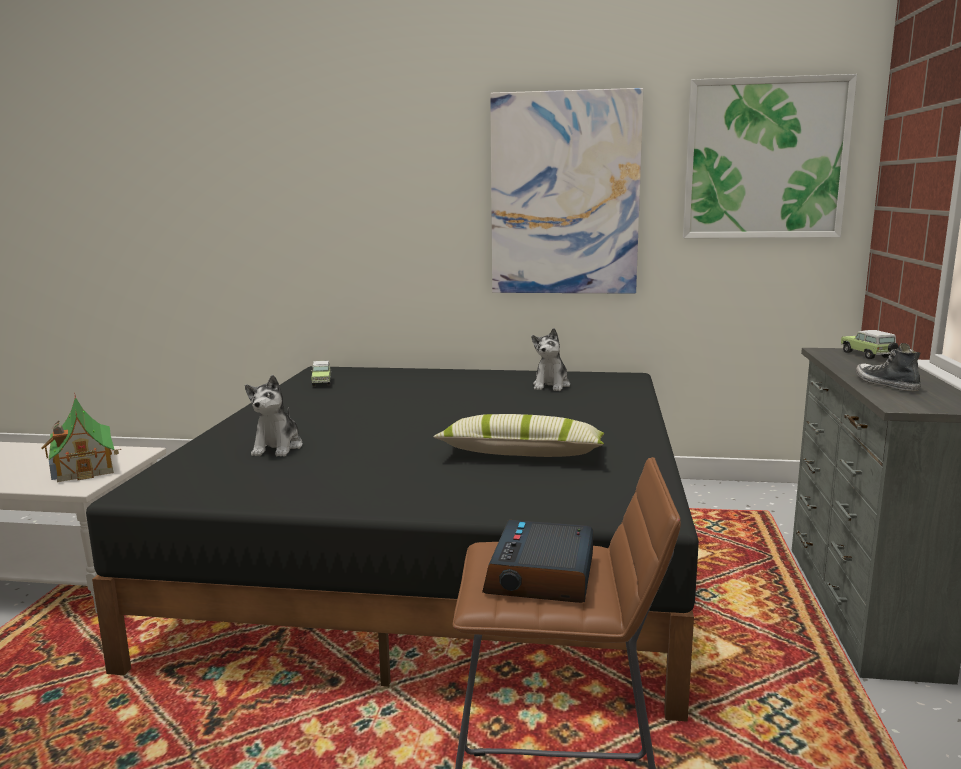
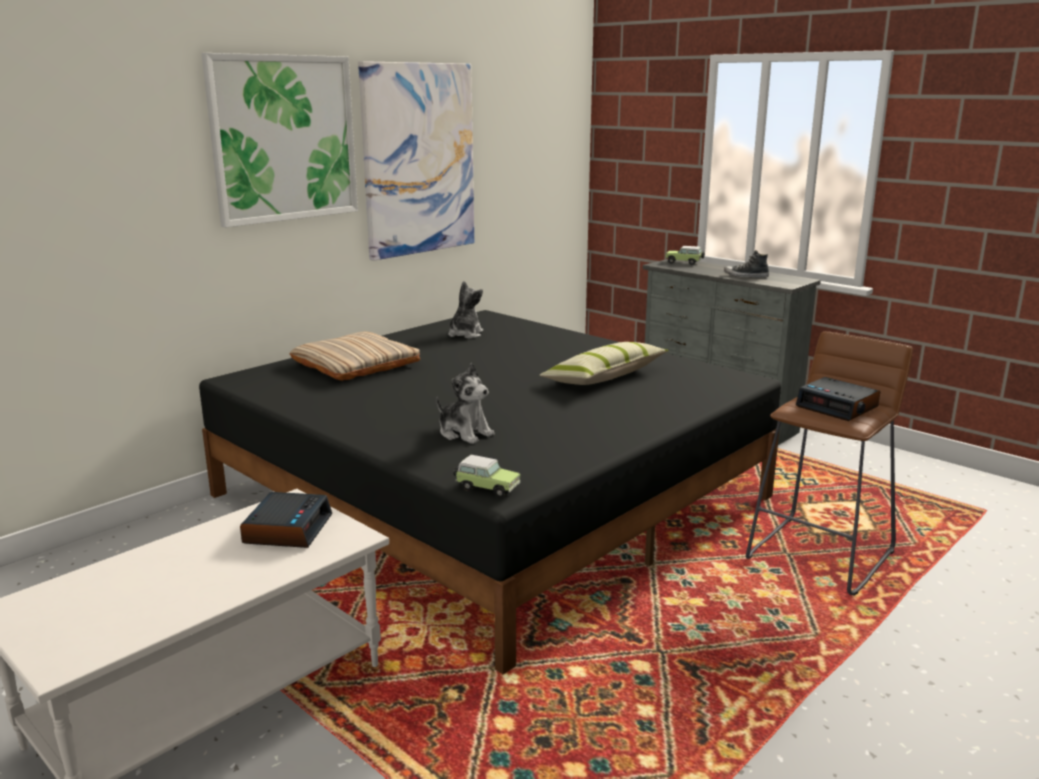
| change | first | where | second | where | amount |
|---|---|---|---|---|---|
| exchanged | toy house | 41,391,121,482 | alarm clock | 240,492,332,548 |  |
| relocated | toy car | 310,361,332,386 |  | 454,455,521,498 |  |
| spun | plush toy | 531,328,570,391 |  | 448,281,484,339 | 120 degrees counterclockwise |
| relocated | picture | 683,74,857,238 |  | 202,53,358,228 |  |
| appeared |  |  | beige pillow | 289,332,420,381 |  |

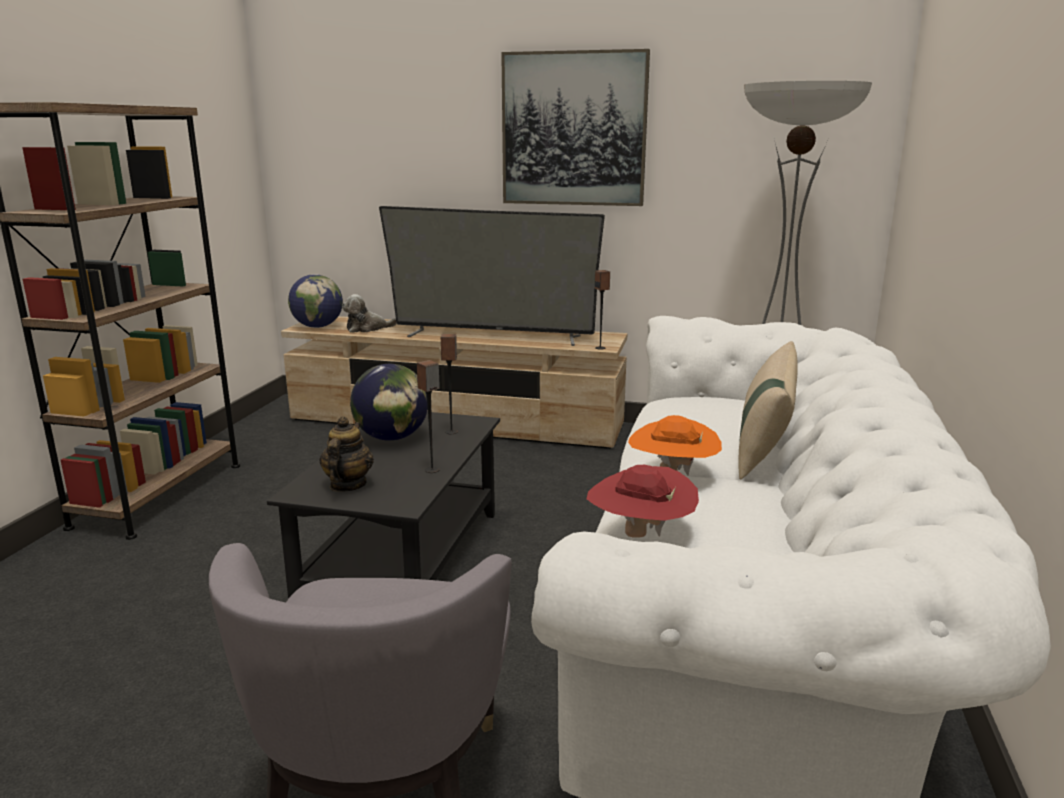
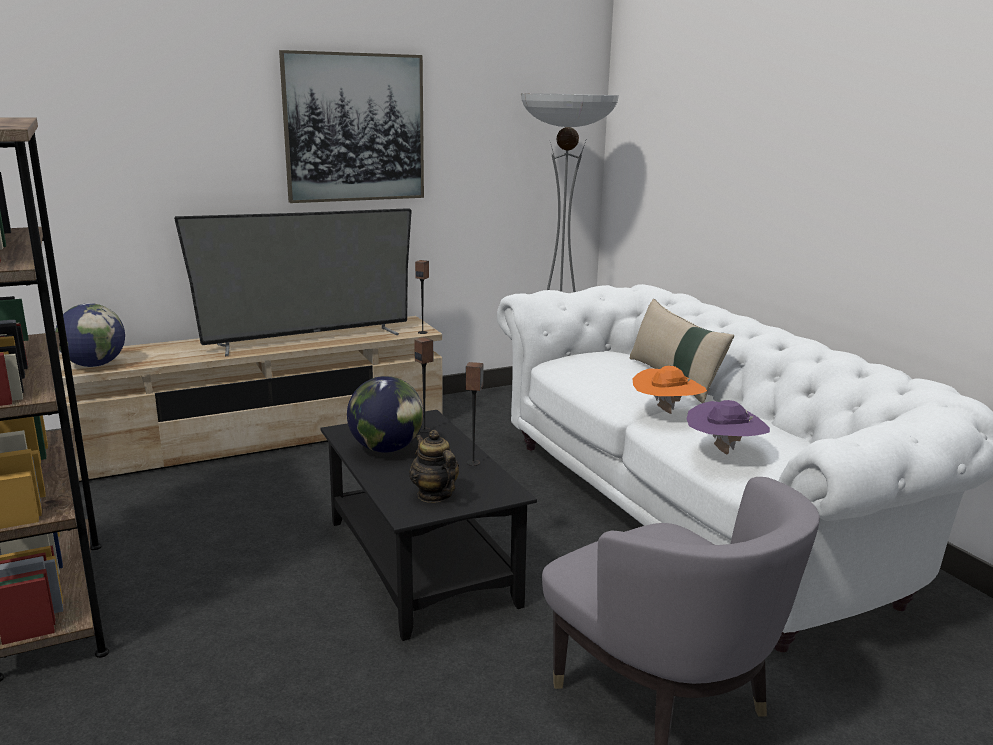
| change | first | where | second | where | amount |
|---|---|---|---|---|---|
| missing | plush toy | 342,294,396,333 |  |  |  |
| colour | red hat | 587,465,699,537 | purple hat | 687,400,770,454 |  |

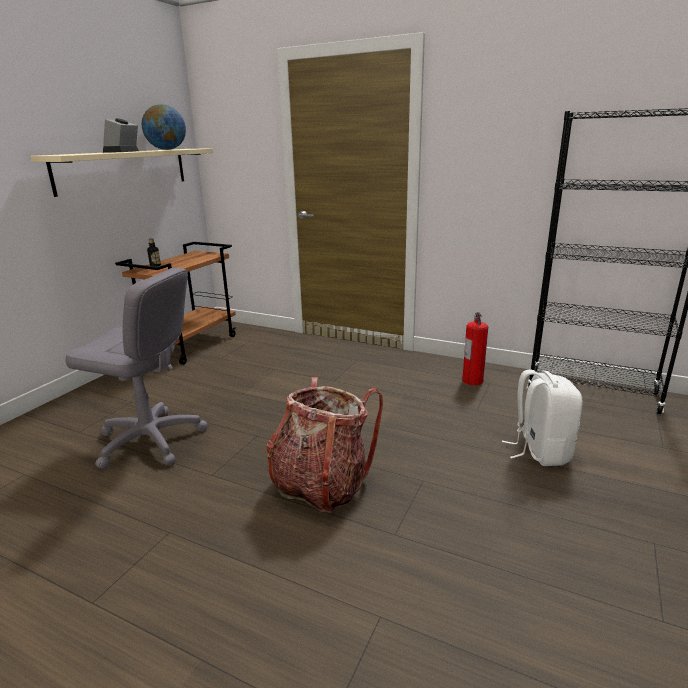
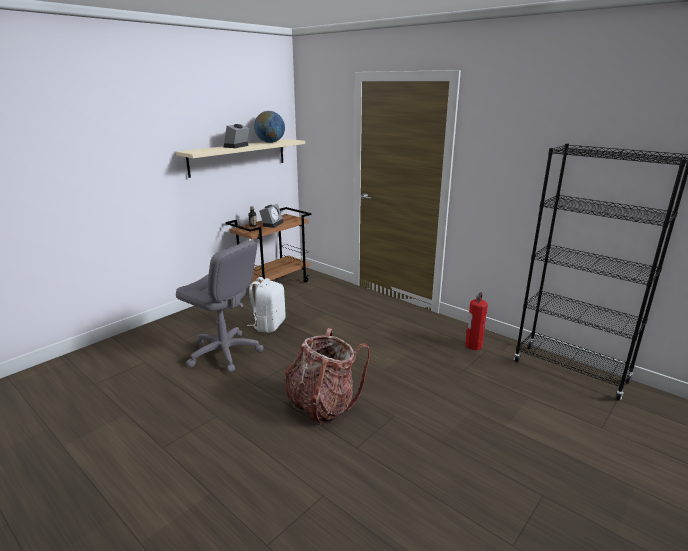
| change | first | where | second | where | amount |
|---|---|---|---|---|---|
| relocated | white backpack | 502,370,583,466 |  | 247,277,286,333 |  |
| appeared |  |  | alarm clock | 259,204,284,228 |  |

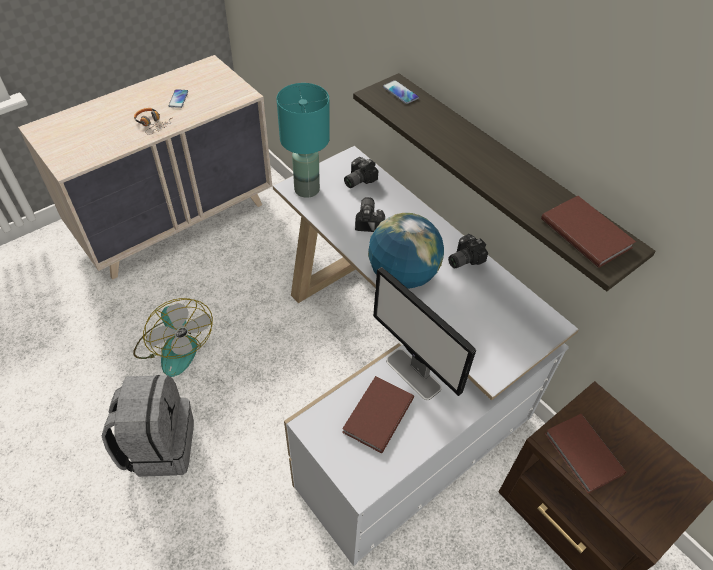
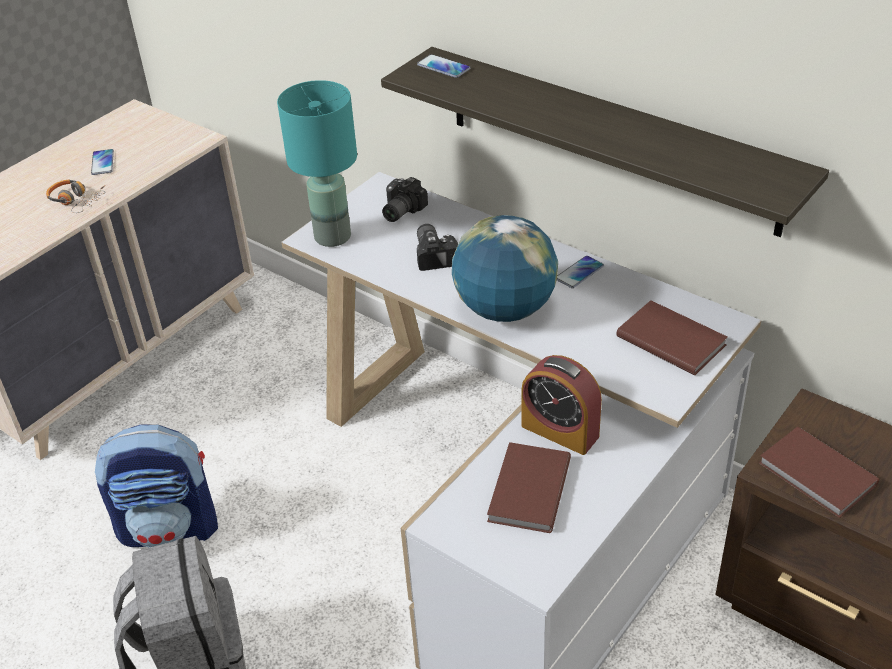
| change | first | where | second | where | amount |
|---|---|---|---|---|---|
| exchanged | fan | 133,298,213,377 | backpack | 95,424,218,548 |  |
| exchanged | monitor | 373,267,476,400 | alarm clock | 522,355,602,455 |  |
| exchanged | photo camera | 448,234,488,268 | phone | 557,256,604,288 |  |
| relocated | brown book | 541,196,636,268 |  | 616,300,728,375 |  |

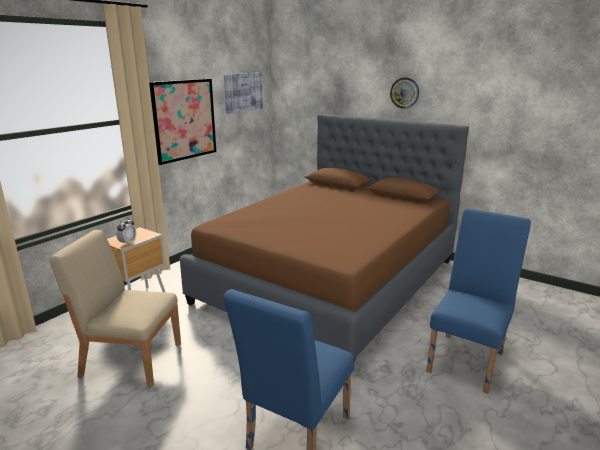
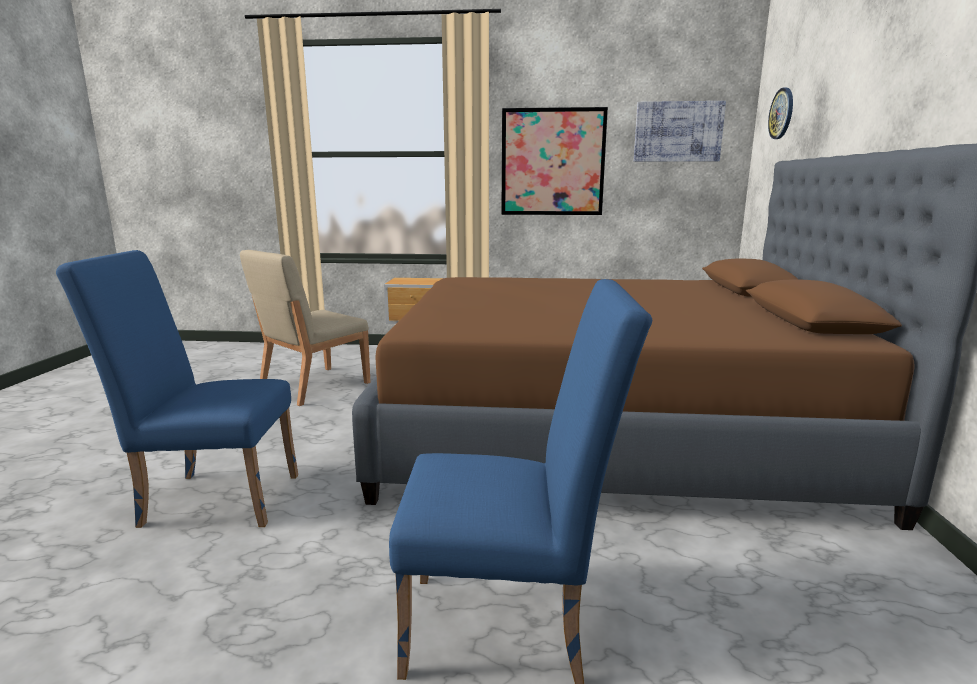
| change | first | where | second | where | amount |
|---|---|---|---|---|---|
| spun | beige chair | 50,230,181,387 |  | 240,250,370,406 | 120 degrees counterclockwise |
| missing | alarm clock | 116,218,136,244 |  |  |  |
| relocated | wall clock | 390,77,419,108 |  | 768,88,793,139 |  |

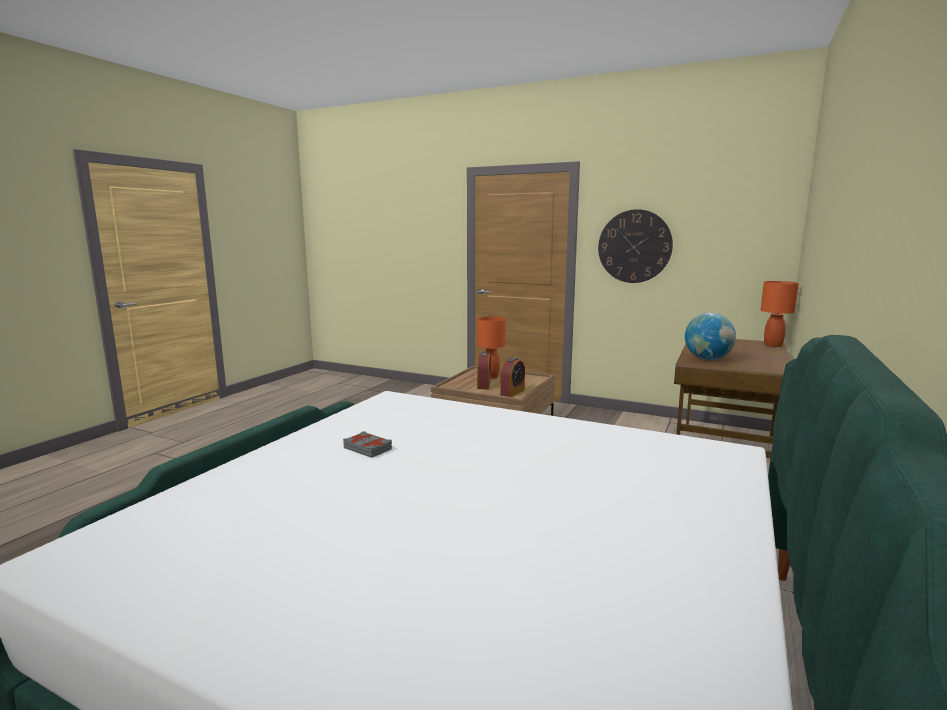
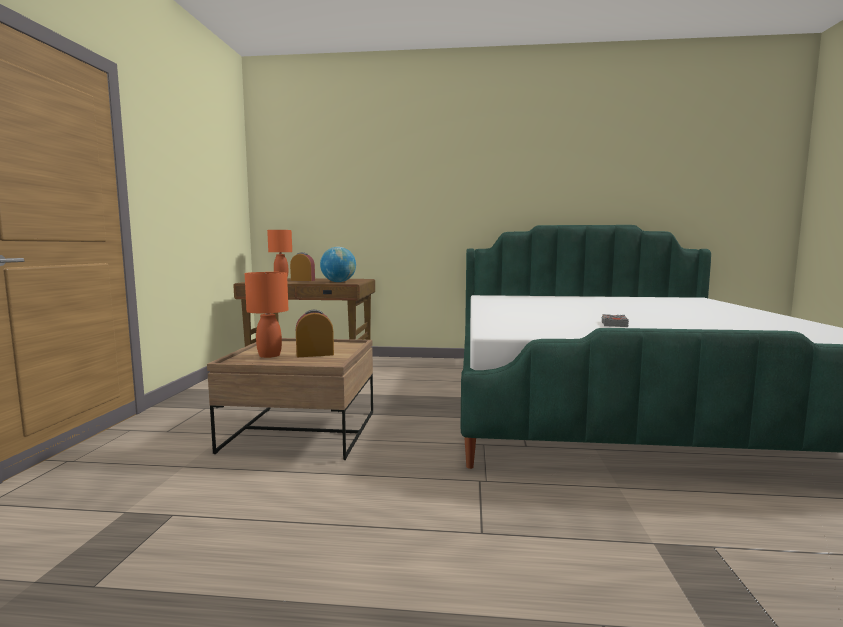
| change | first | where | second | where | amount |
|---|---|---|---|---|---|
| relocated | alarm clock | 500,357,525,397 |  | 290,252,315,281 |  |
| missing | wall clock | 598,209,673,283 |  |  |  |

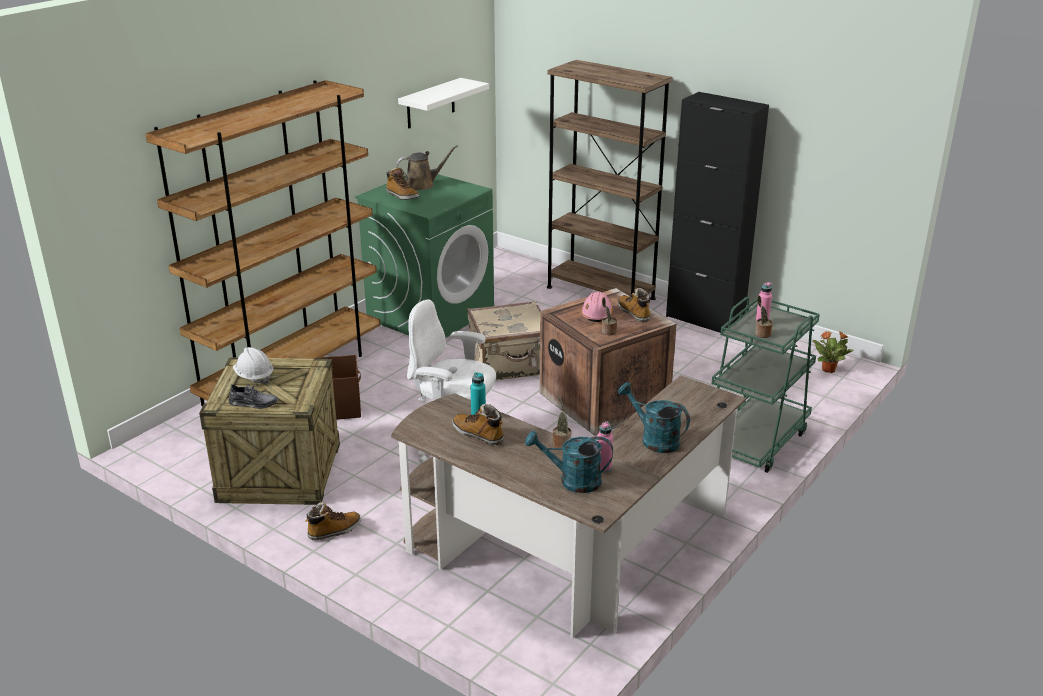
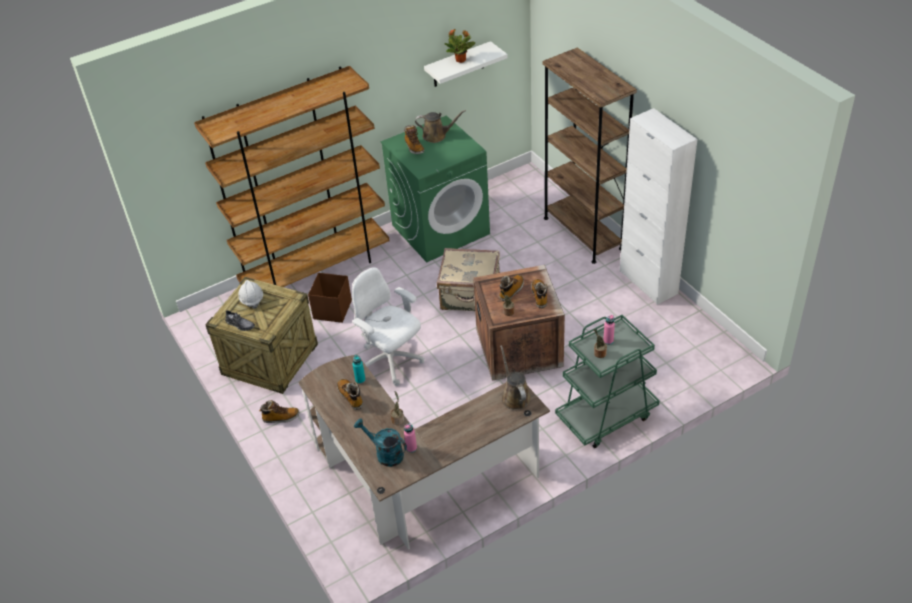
| change | first | where | second | where | amount |
|---|---|---|---|---|---|
| exchanged | pink hard hat | 581,292,613,322 | boot | 500,275,524,301 |  |
| missing | turquoise watering can | 618,382,690,453 |  |  |  |
| colour | black cabinet | 666,92,769,333 | white cabinet | 620,108,698,305 |  |
| relocated | potted plant | 812,331,854,373 |  | 444,30,475,63 |  |
| appeared |  |  | brown watering can | 500,345,531,410 |  |

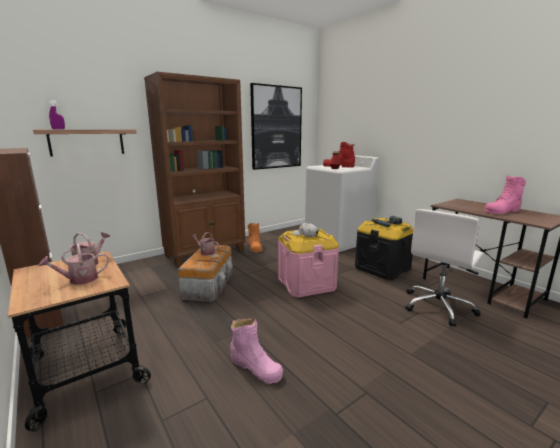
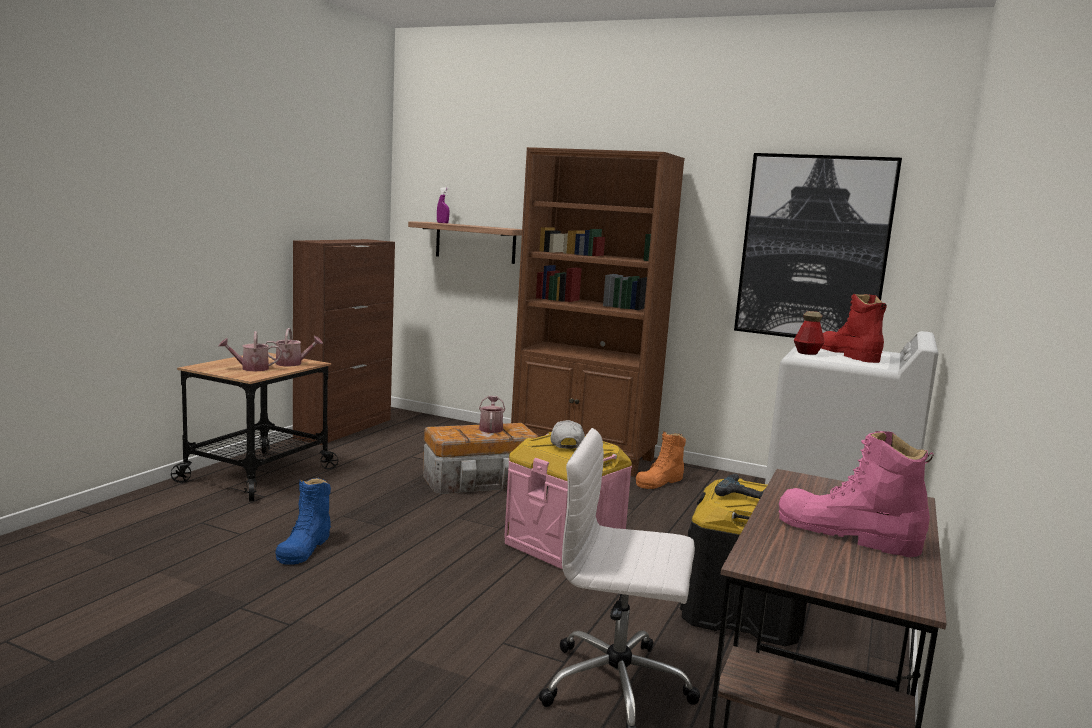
| change | first | where | second | where | amount |
|---|---|---|---|---|---|
| spun | watering can | 38,243,109,285 |  | 218,331,282,371 | 45 degrees counterclockwise |
| colour | pink boot | 230,318,283,384 | blue boot | 275,478,331,565 |  |

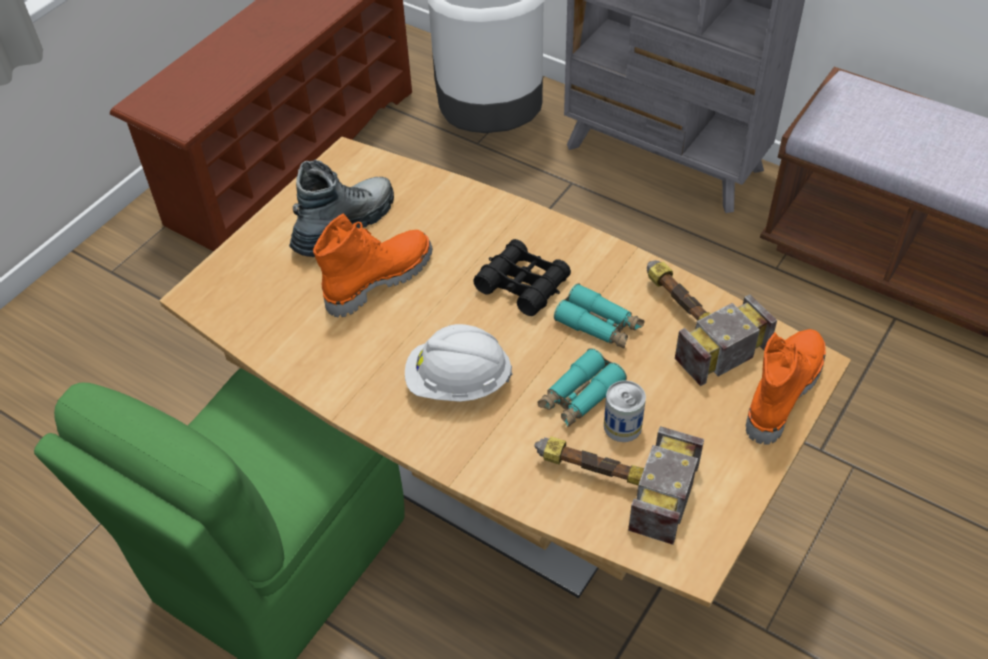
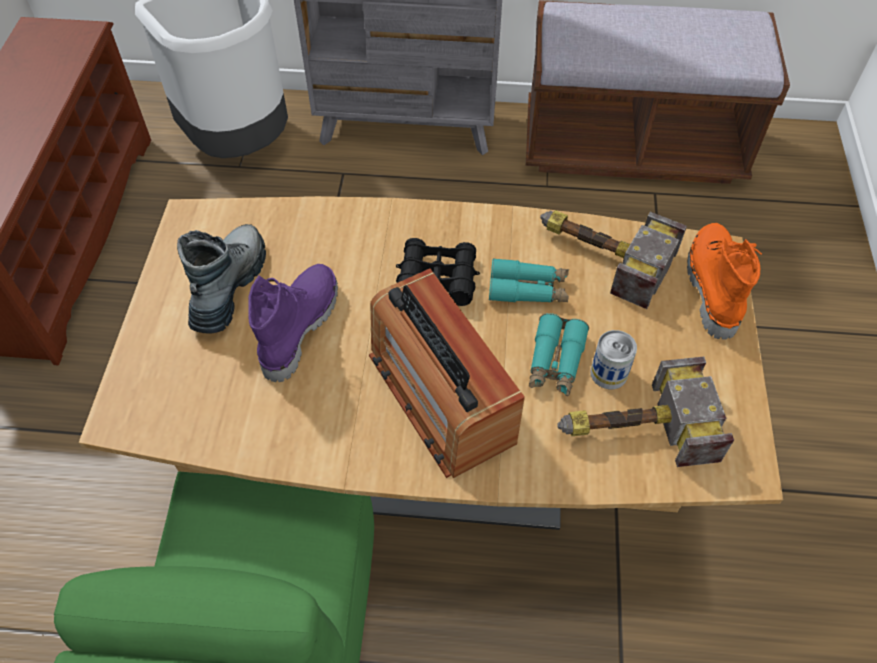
| change | first | where | second | where | amount |
|---|---|---|---|---|---|
| colour | orange boot | 313,213,433,318 | purple boot | 248,264,338,382 |  |
| exchanged | white hard hat | 405,324,512,402 | radio | 369,269,525,478 |  |

